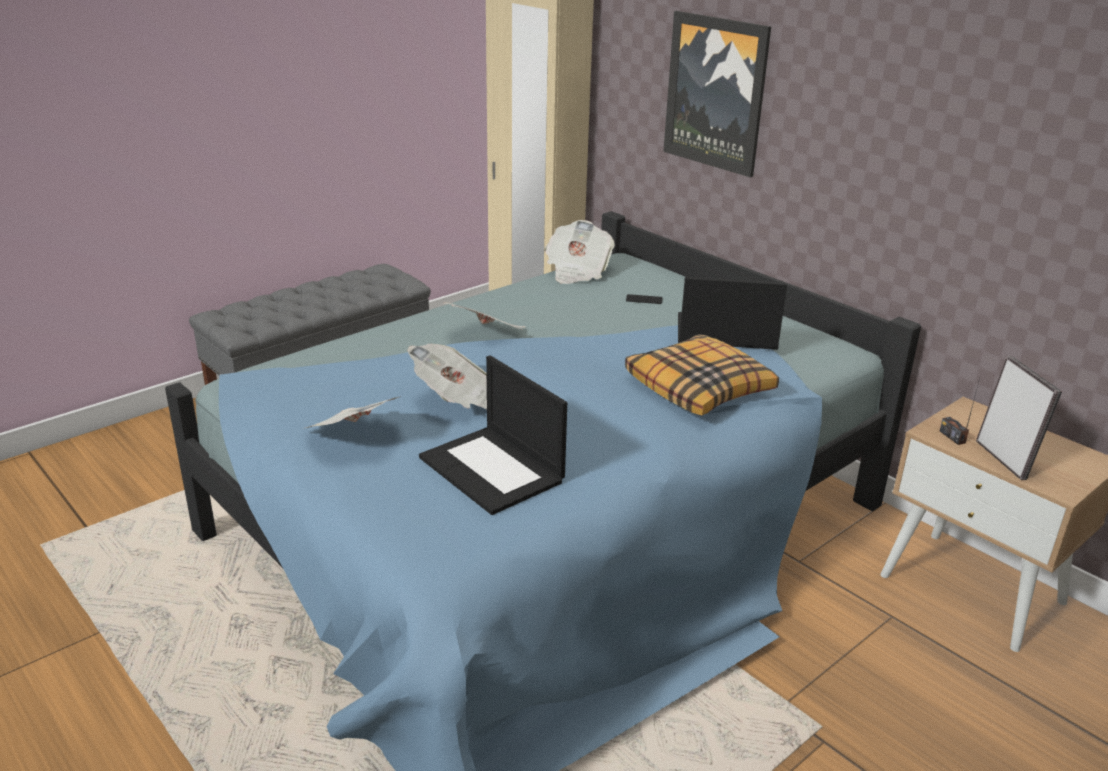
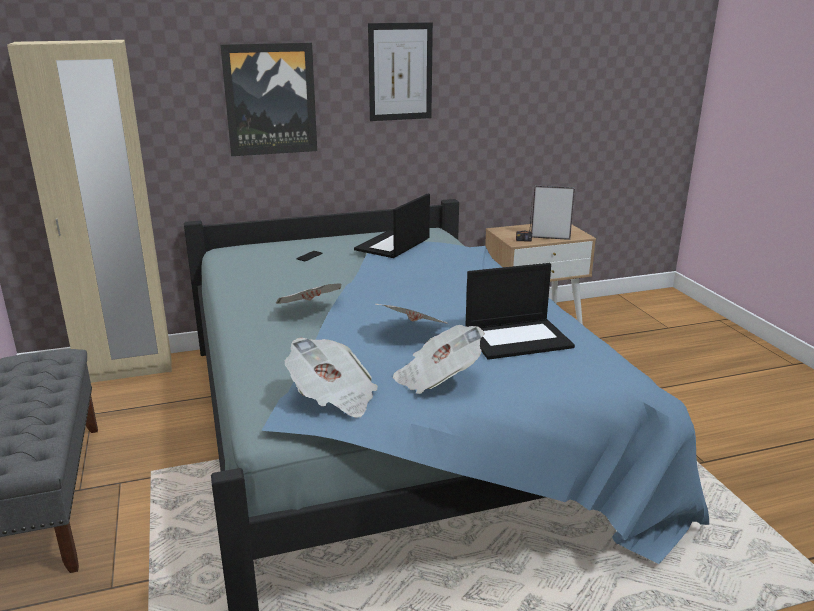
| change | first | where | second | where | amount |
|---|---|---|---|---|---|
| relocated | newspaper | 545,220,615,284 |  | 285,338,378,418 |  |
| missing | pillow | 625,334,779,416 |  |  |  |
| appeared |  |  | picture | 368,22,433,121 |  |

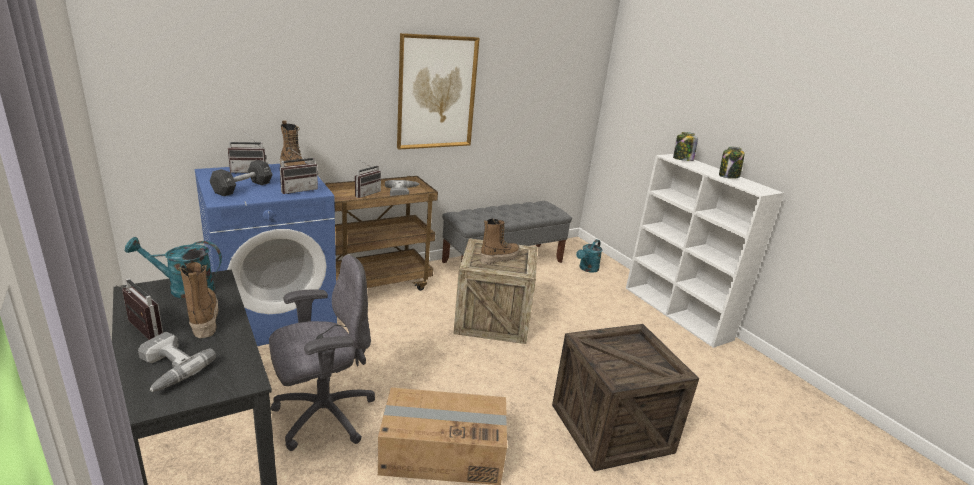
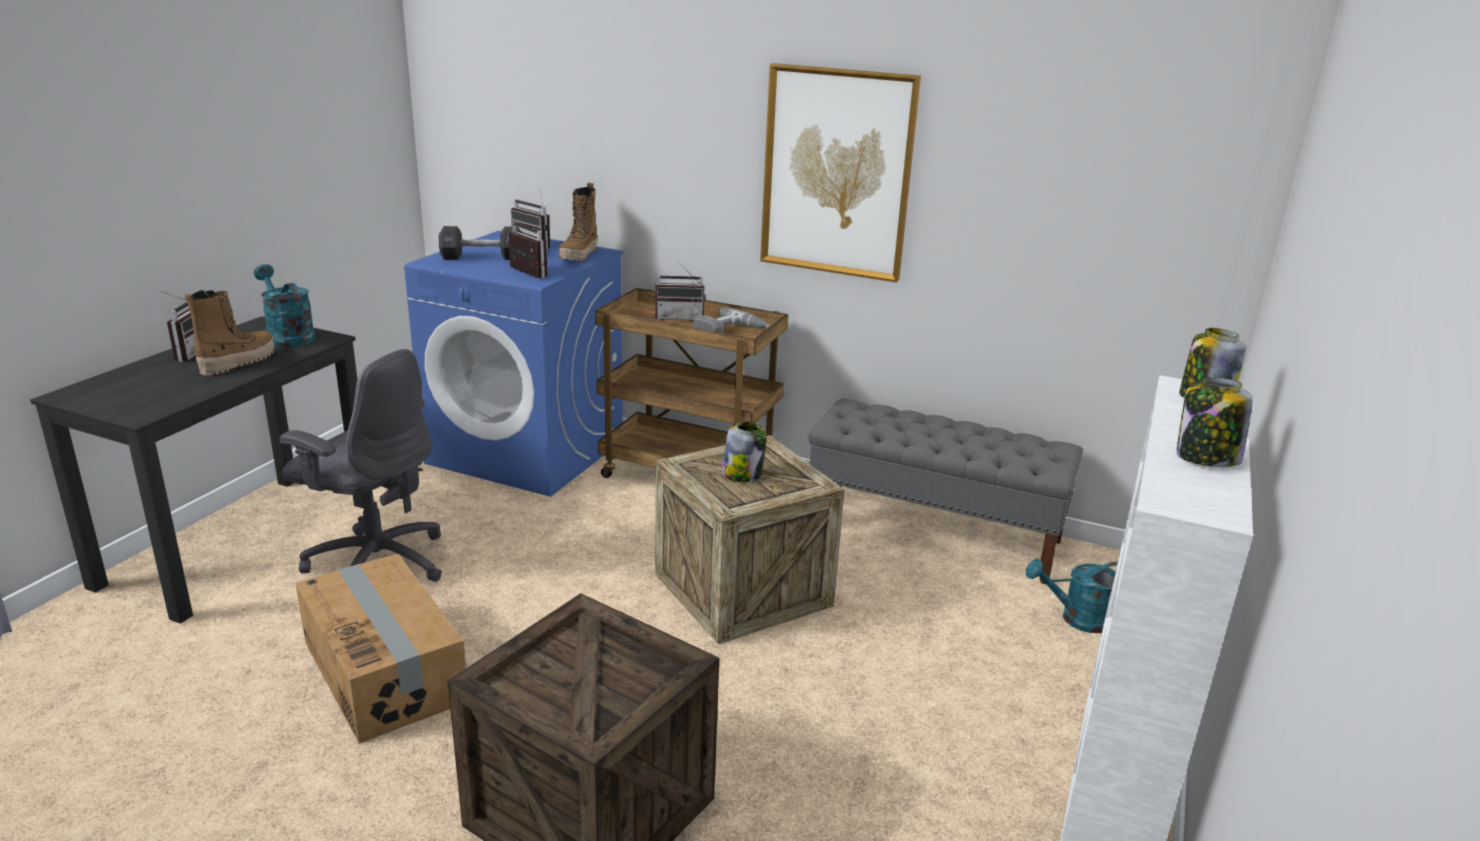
| change | first | where | second | where | amount |
|---|---|---|---|---|---|
| missing | power drill | 138,332,216,392 |  |  |  |
| spun | radio | 280,149,318,194 |  | 508,220,548,278 | 150 degrees counterclockwise |
| exchanged | boot | 480,218,519,264 | jar | 722,421,767,482 |  |

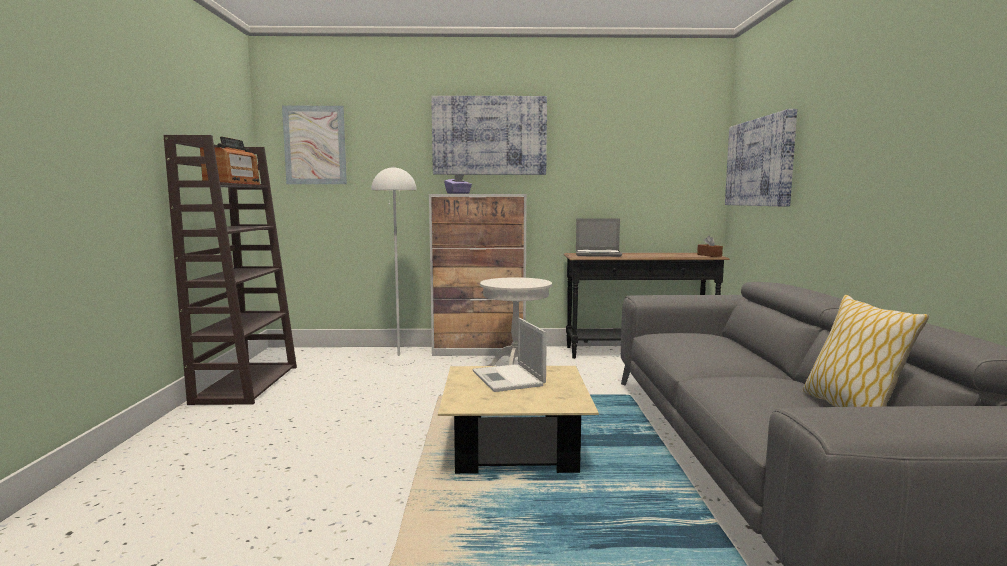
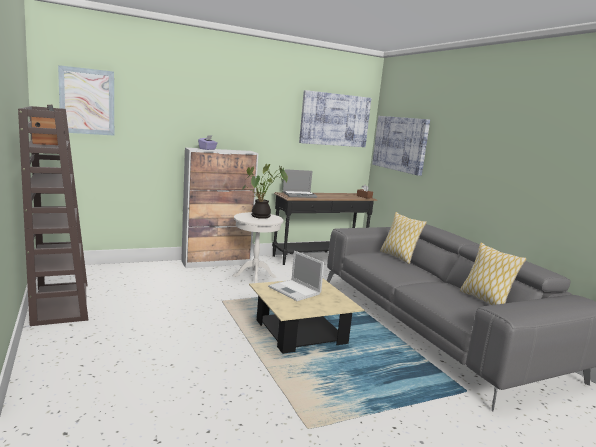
| change | first | where | second | where | amount |
|---|---|---|---|---|---|
| missing | white floor lamp | 371,166,417,366 |  |  |  |
| relocated | picture | 431,96,547,175 |  | 299,90,371,147 |  |
| appeared |  |  | potted plant | 242,164,288,219 |  |
| appeared |  |  | pillow | 380,212,427,264 |  |

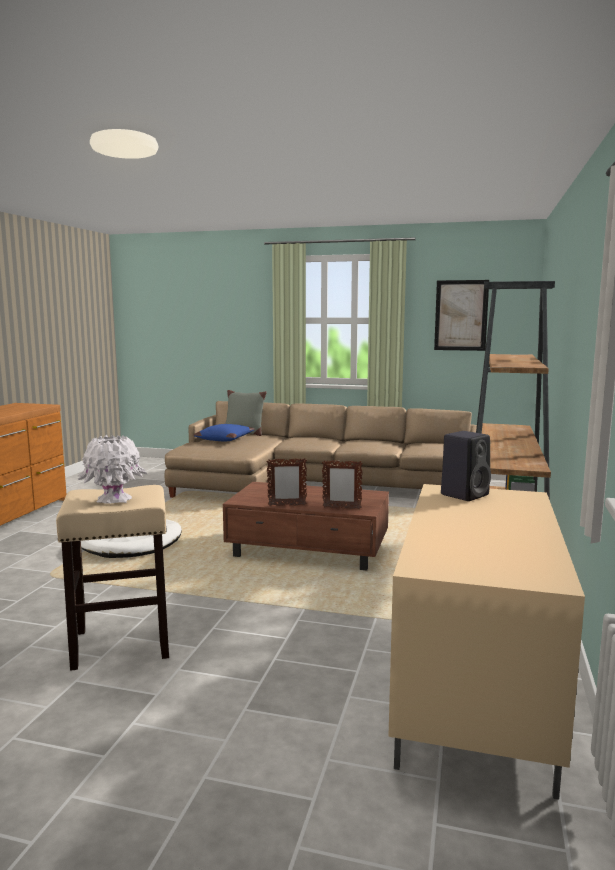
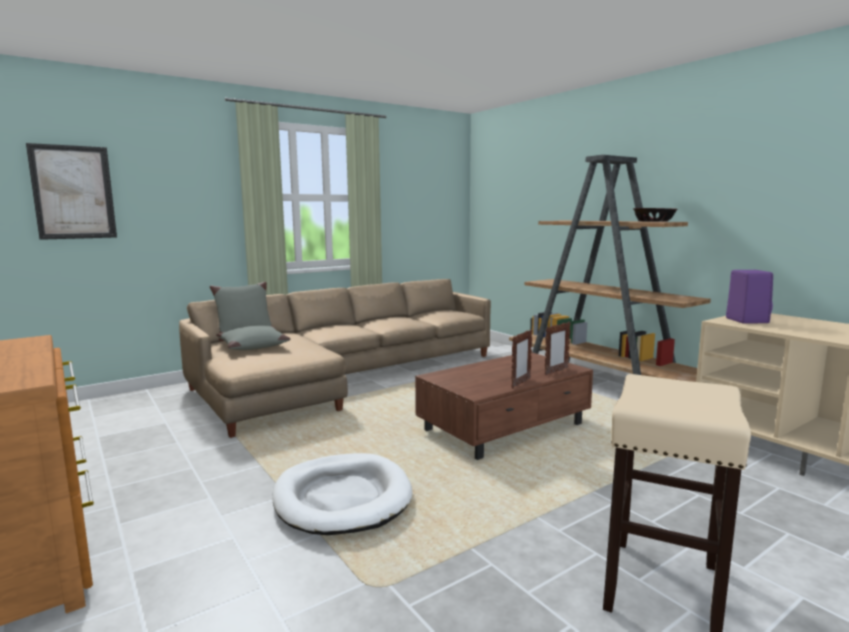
| change | first | where | second | where | amount |
|---|---|---|---|---|---|
| missing | white vase | 78,435,147,504 |  |  |  |
| colour | blue pillow | 194,424,255,441 | grey pillow | 216,325,290,350 |  |
| relocated | picture | 434,280,489,351 |  | 26,143,117,240 |  |
| colour | black speaker | 441,431,491,501 | purple speaker | 726,270,773,324 |  |
| appeared |  |  | bowl | 633,208,678,222 |  |

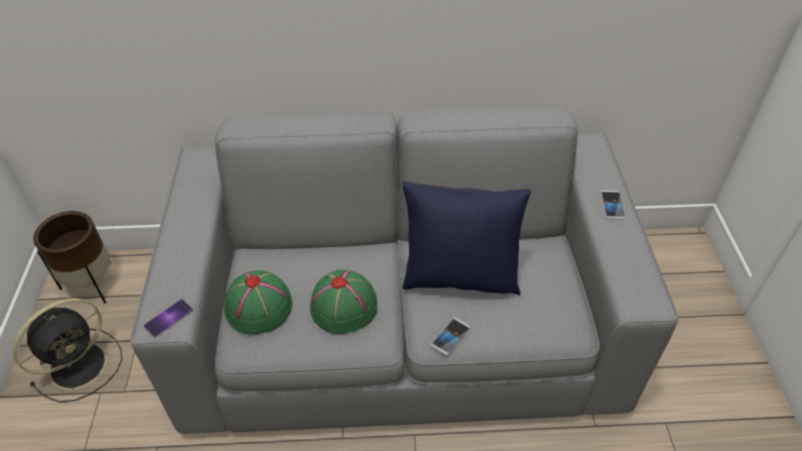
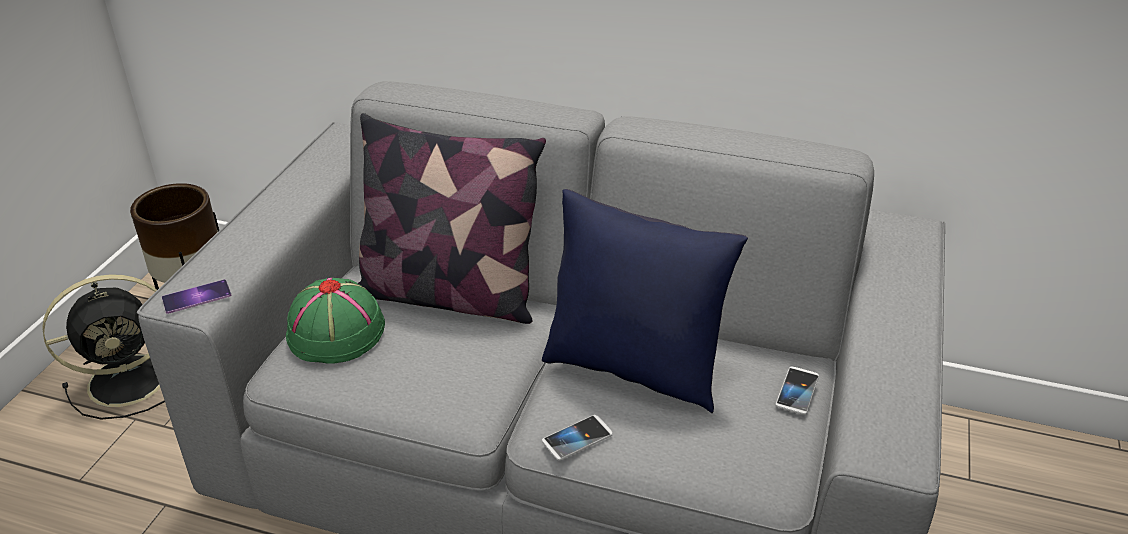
| change | first | where | second | where | amount |
|---|---|---|---|---|---|
| missing | green hat | 310,270,377,334 |  |  |  |
| relocated | phone | 600,190,626,219 |  | 775,367,819,415 |  |
| appeared |  |  | pillow | 358,113,546,324 |  |

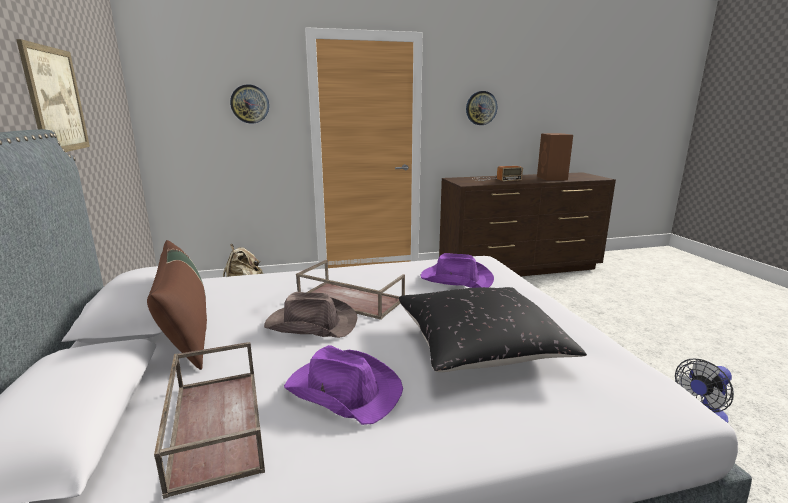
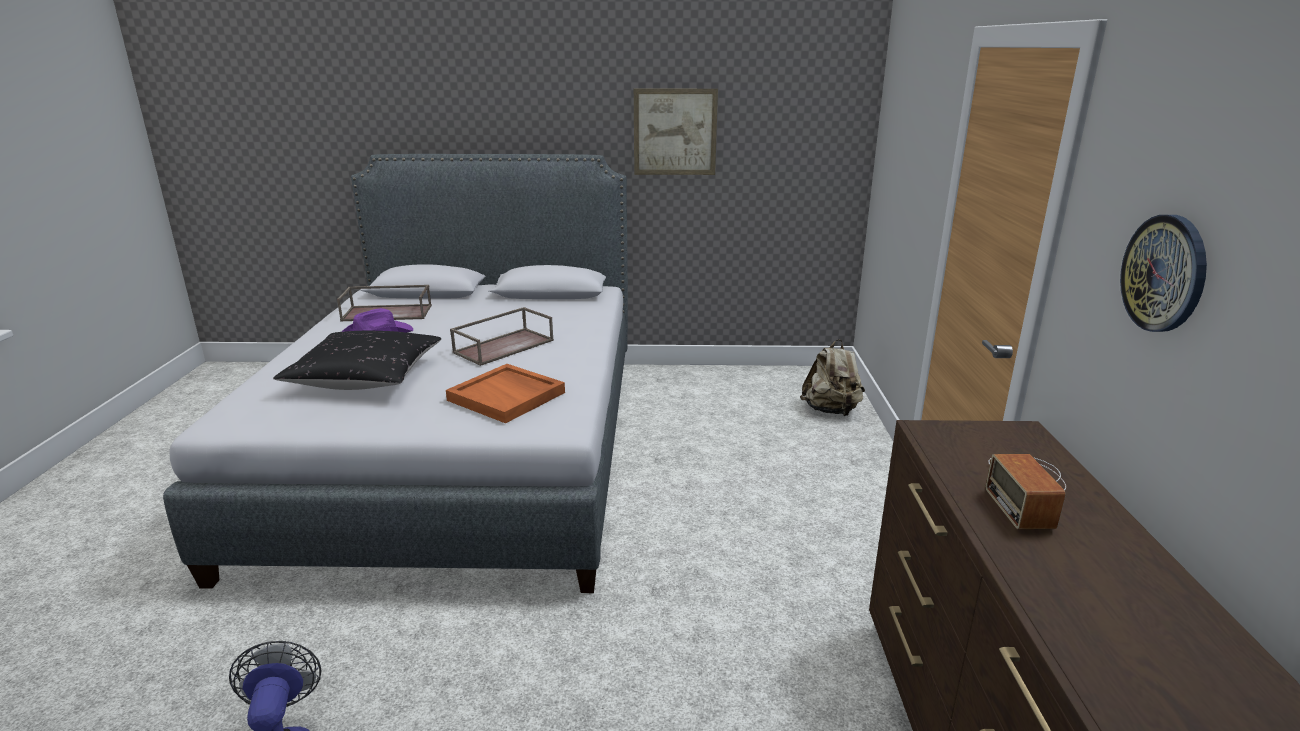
| change | first | where | second | where | amount |
|---|---|---|---|---|---|
| missing | brown pillow | 147,240,207,370 |  |  |  |
| missing | wall clock | 230,84,269,124 |  |  |  |
| missing | brown hat | 264,292,358,338 |  |  |  |
| exchanged | purple hat | 420,253,494,288 | orange tray | 446,364,565,423 |  |
| missing | brown speaker | 537,133,573,180 |  |  |  |

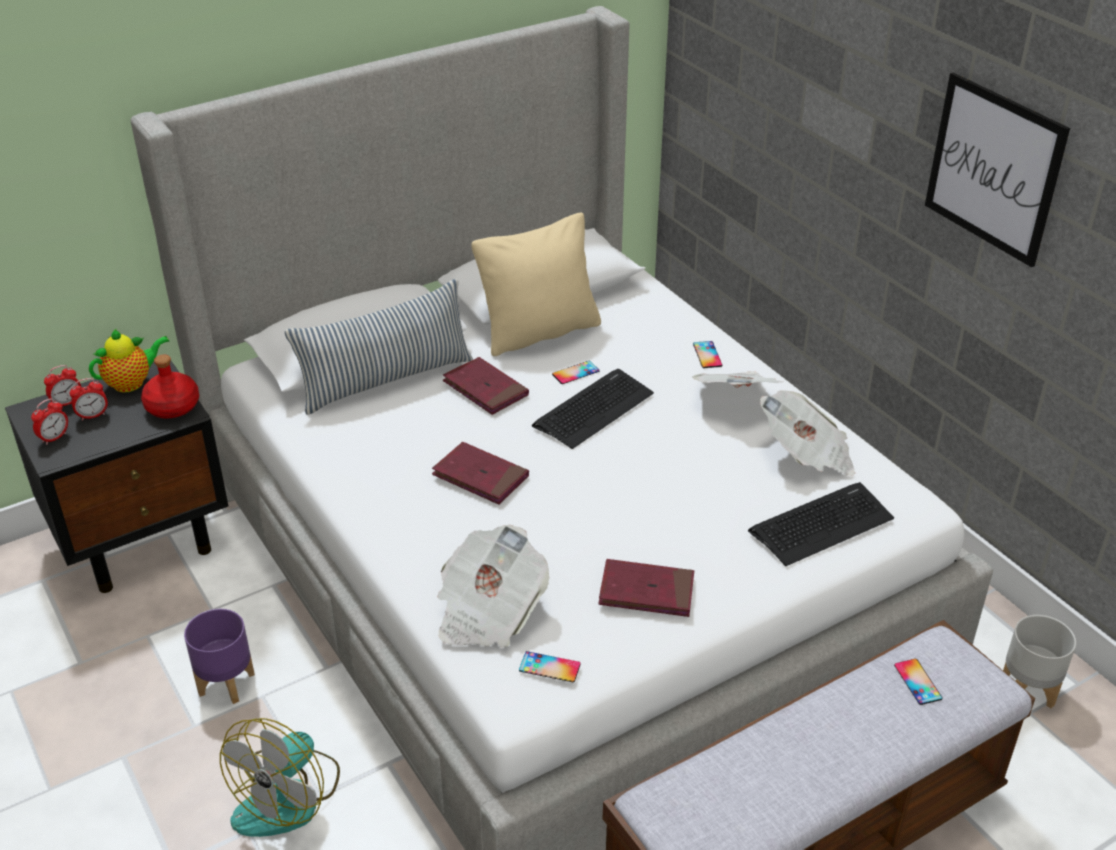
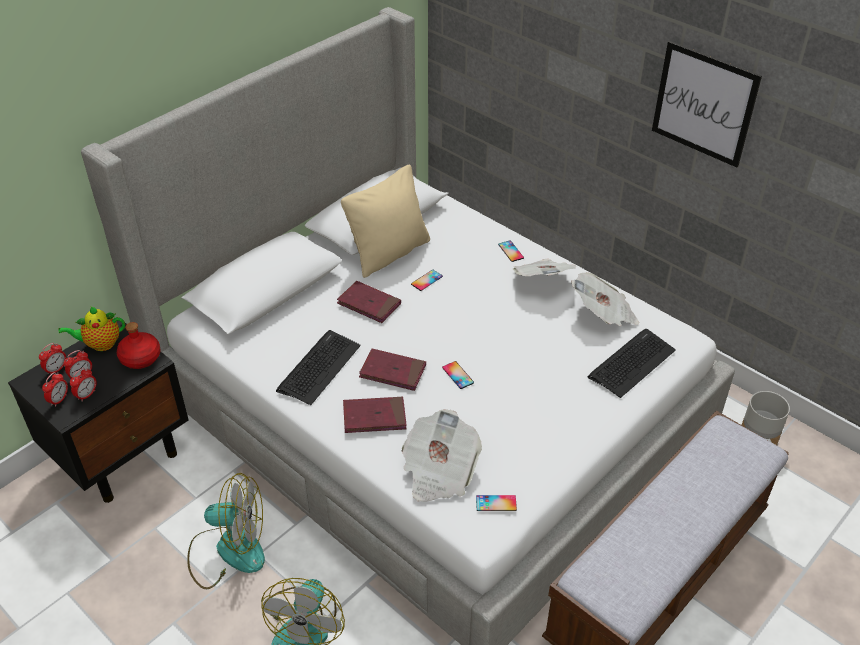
| change | first | where | second | where | amount |
|---|---|---|---|---|---|
| spun | teapot | 89,328,169,392 |  | 58,306,125,351 | 150 degrees counterclockwise |
| exchanged | purple planter | 184,609,255,704 | fan | 187,473,265,589 |  |
| missing | pillow | 285,279,473,415 |  |  |  |
| relocated | keyboard | 532,369,654,449 |  | 276,330,361,405 |  |
| relocated | red book | 598,559,694,617 |  | 343,397,407,433 |  |
| relocated | phone | 894,659,943,705 |  | 442,361,474,389 |  |
| appeared |  |  | alarm clock | 70,368,97,401 |  |

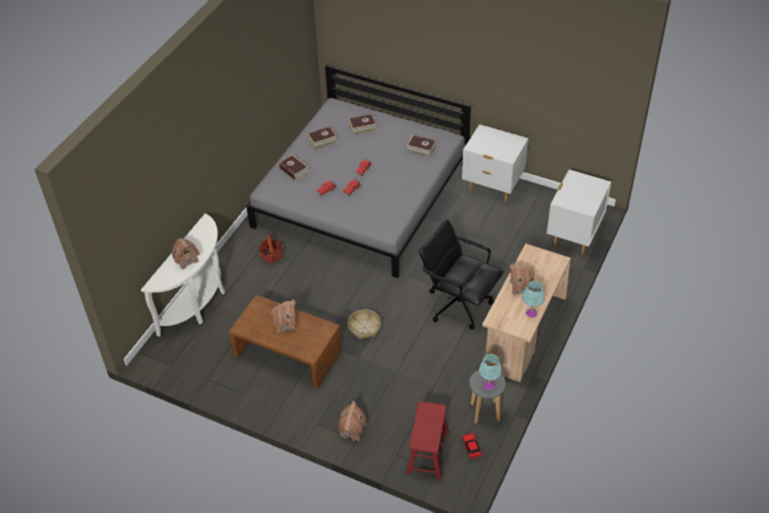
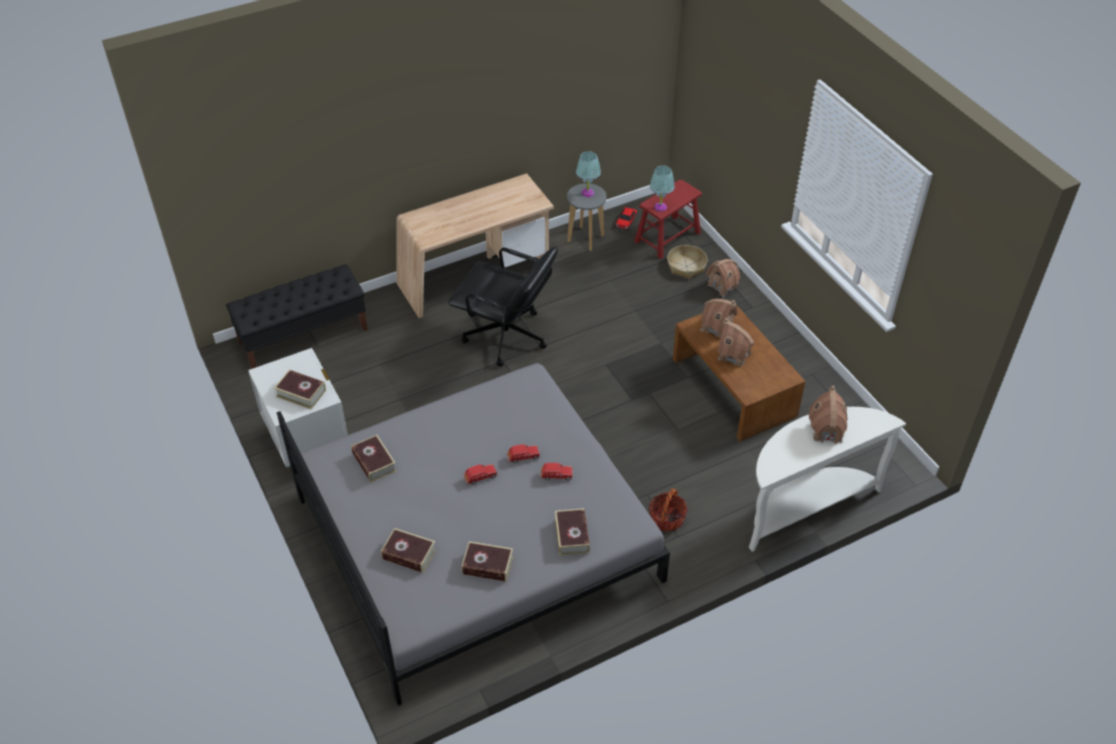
| change | first | where | second | where | amount |
|---|---|---|---|---|---|
| relocated | basket | 348,309,381,339 |  | 667,245,708,279 |  |
| spun | black office chair | 419,219,504,330 |  | 448,247,558,366 | 45 degrees counterclockwise |
| relocated | toy house | 509,264,535,295 |  | 700,299,738,338 |  |
| relocated | turquoise table lamp | 522,281,545,317 |  | 650,166,675,211 |  |
| exchanged | white nightstand | 547,169,611,255 | black bench | 226,264,368,369 |  |
| appeared |  |  | book | 274,370,326,409 |  |

